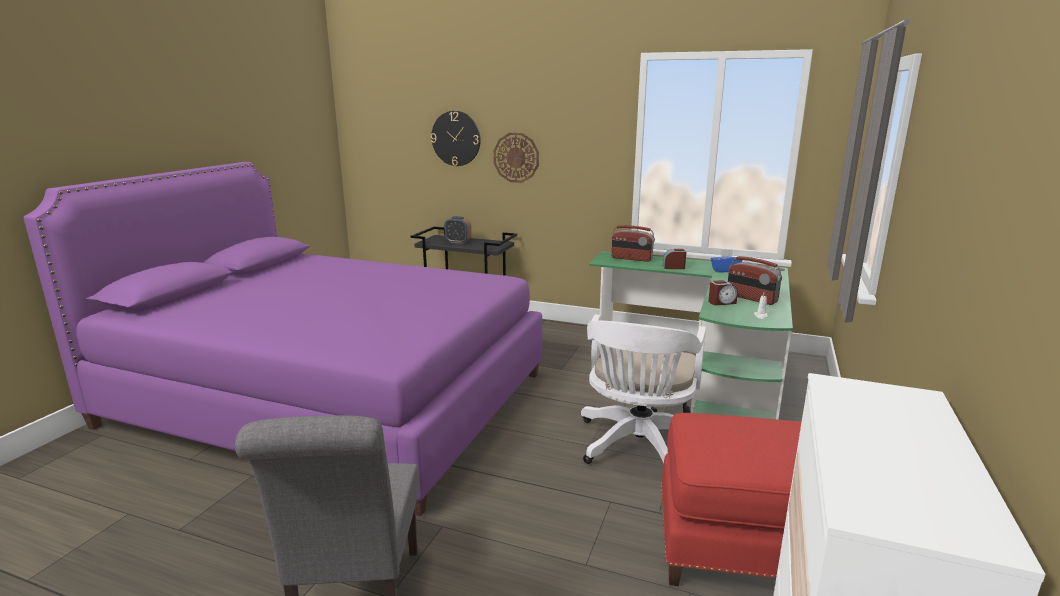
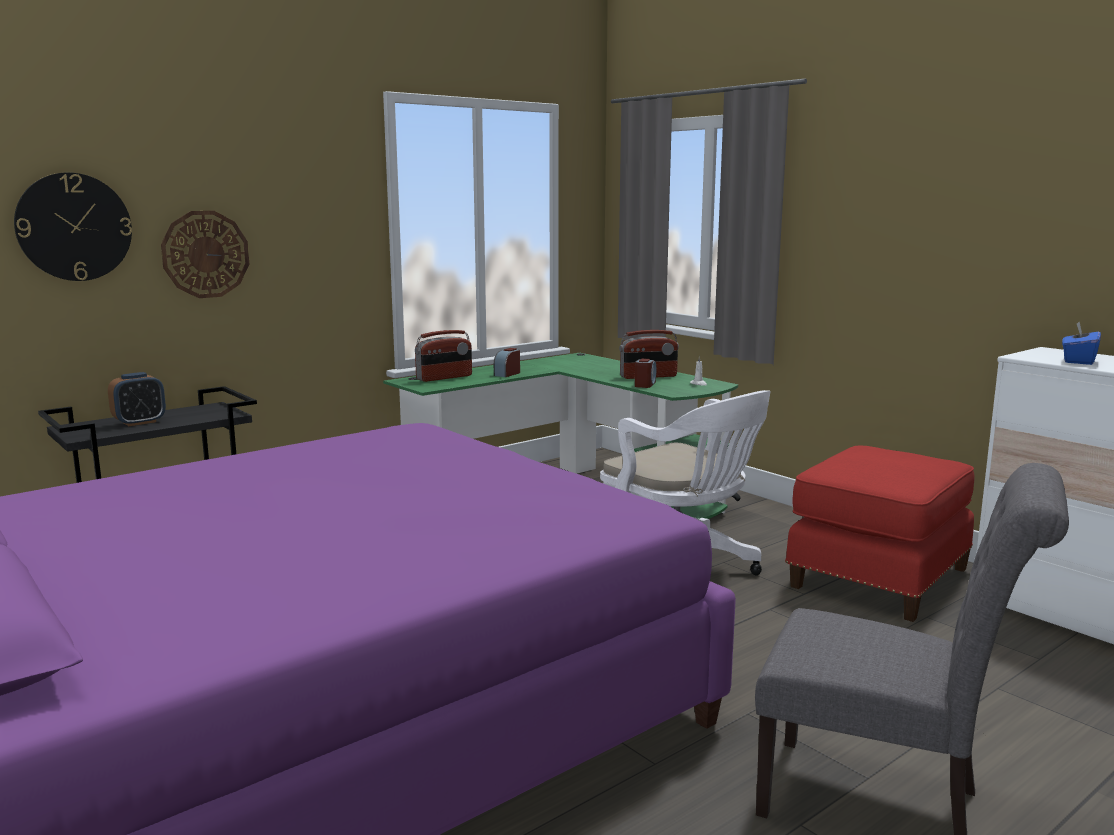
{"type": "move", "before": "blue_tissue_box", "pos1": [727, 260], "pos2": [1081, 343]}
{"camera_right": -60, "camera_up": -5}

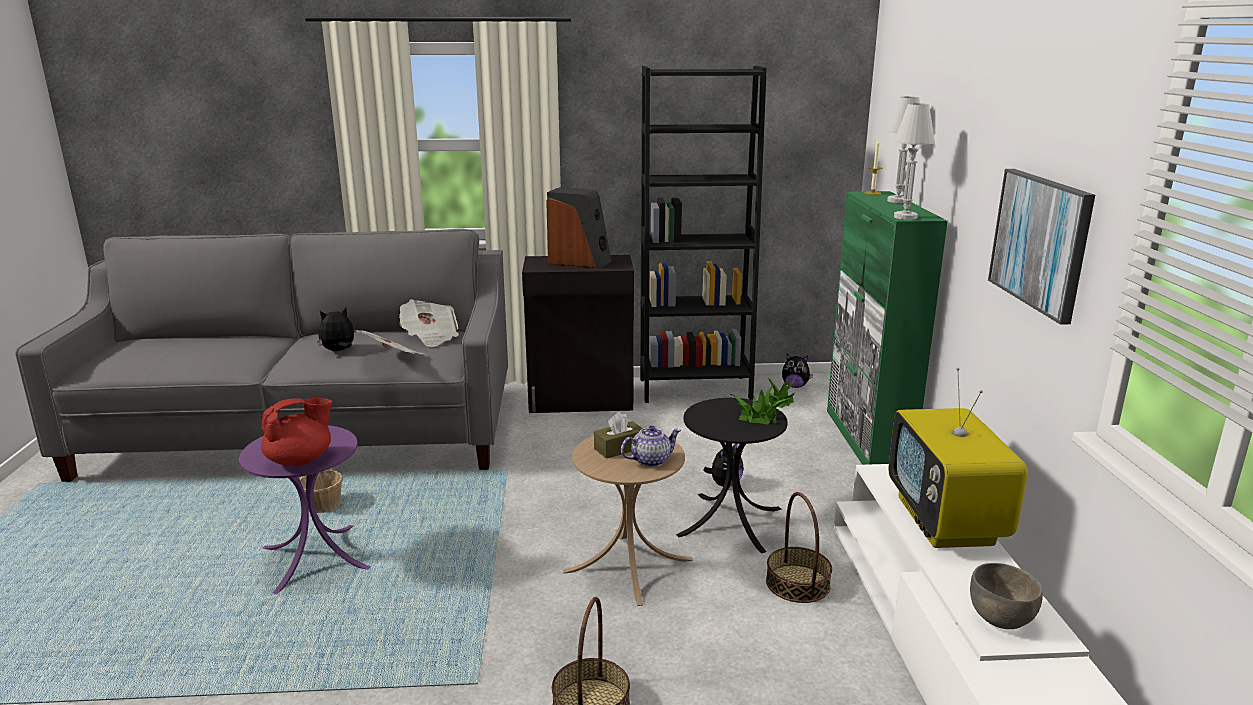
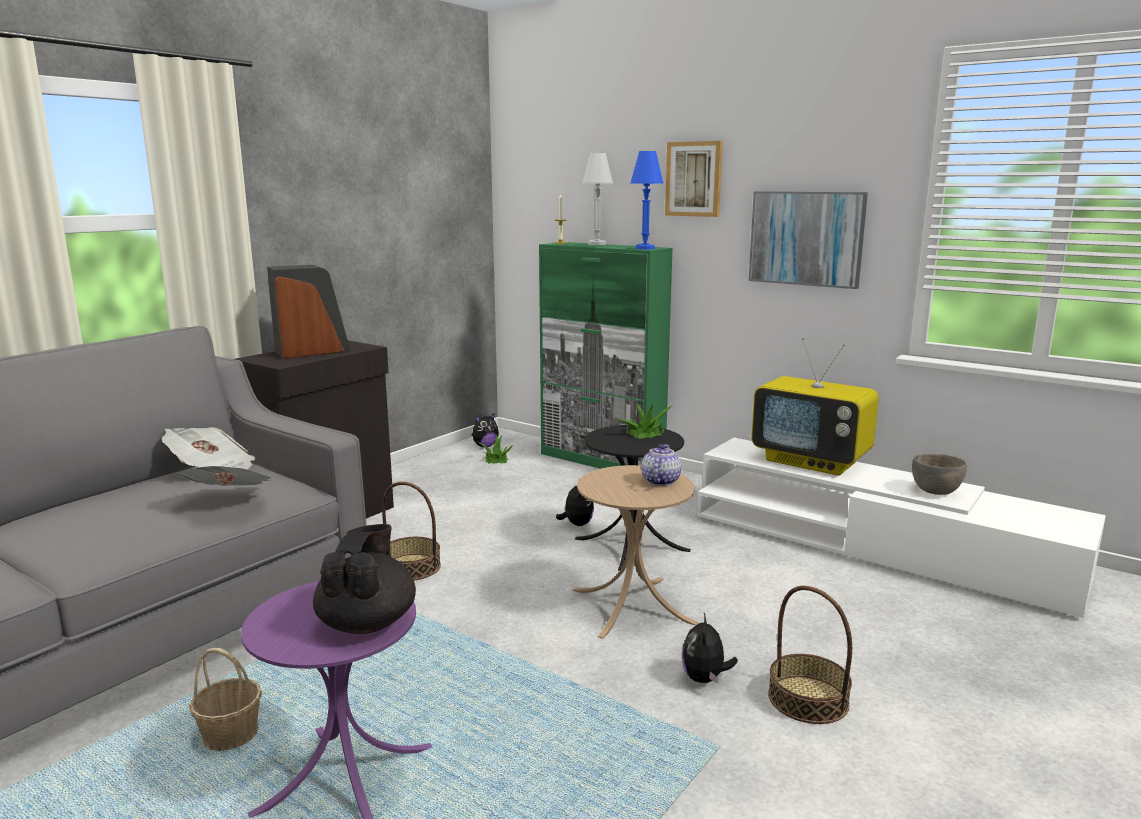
{"type": "recolor", "before": "red_teapot", "after": "black_teapot", "pos1": [296, 432], "pos2": [364, 579]}
{"type": "move", "before": "basket", "pos1": [799, 547], "pos2": [411, 531]}
{"type": "recolor", "before": "white_table_lamp", "after": "blue_table_lamp", "pos1": [914, 161], "pos2": [646, 200]}
{"type": "insert", "after": "picture", "pos2": [694, 179]}
{"type": "move", "before": "plush_toy", "pos1": [336, 329], "pos2": [709, 648]}
{"type": "delete", "before": "brown_tissue_box", "pos1": [618, 435]}
{"type": "delete", "before": "black_bookcase", "pos1": [703, 234]}
{"camera_right": -50, "camera_up": -5}

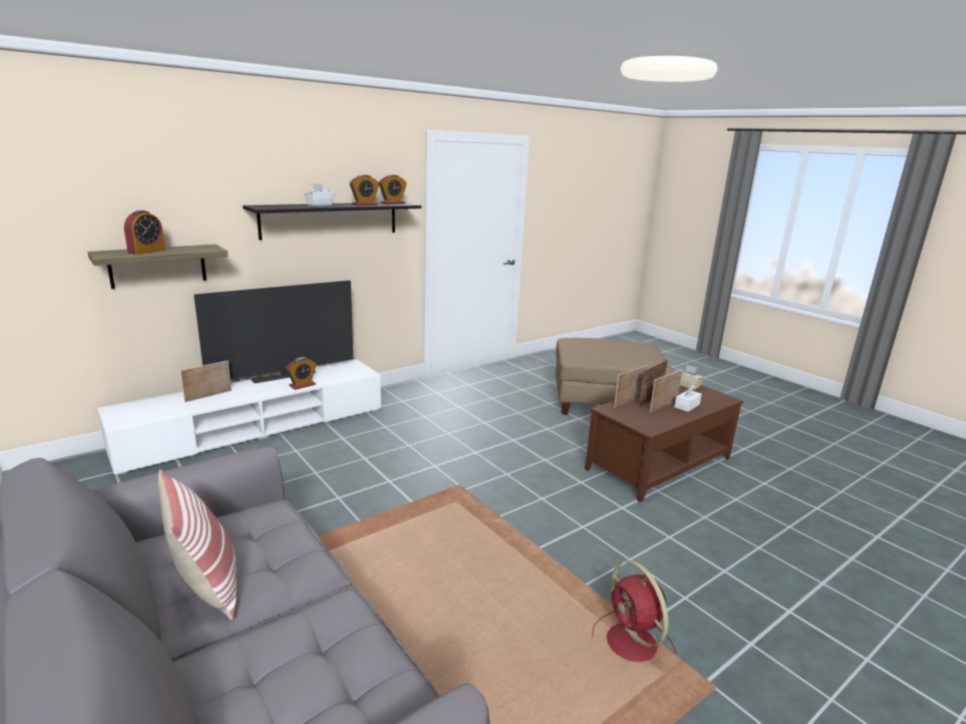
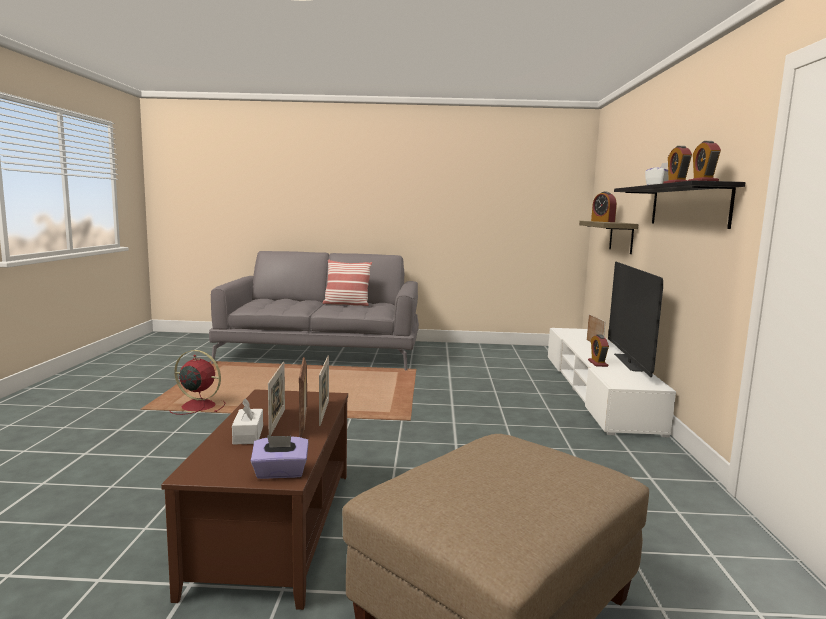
{"type": "recolor", "before": "beige_tissue_box", "after": "purple_tissue_box", "pos1": [689, 377], "pos2": [280, 457]}
{"camera_right": 130, "camera_up": -10}

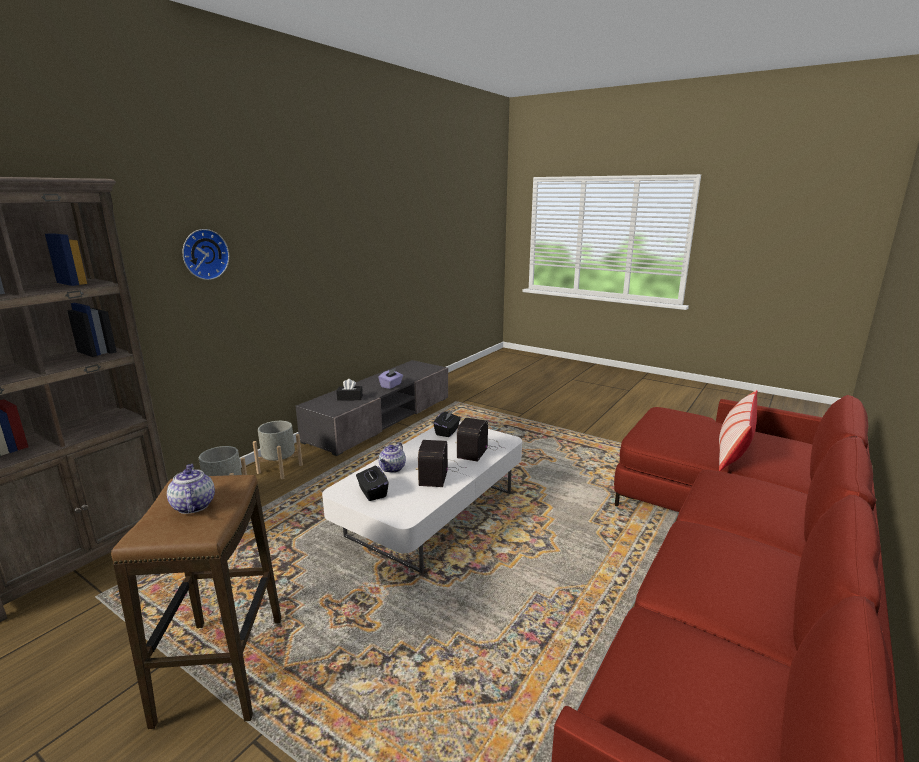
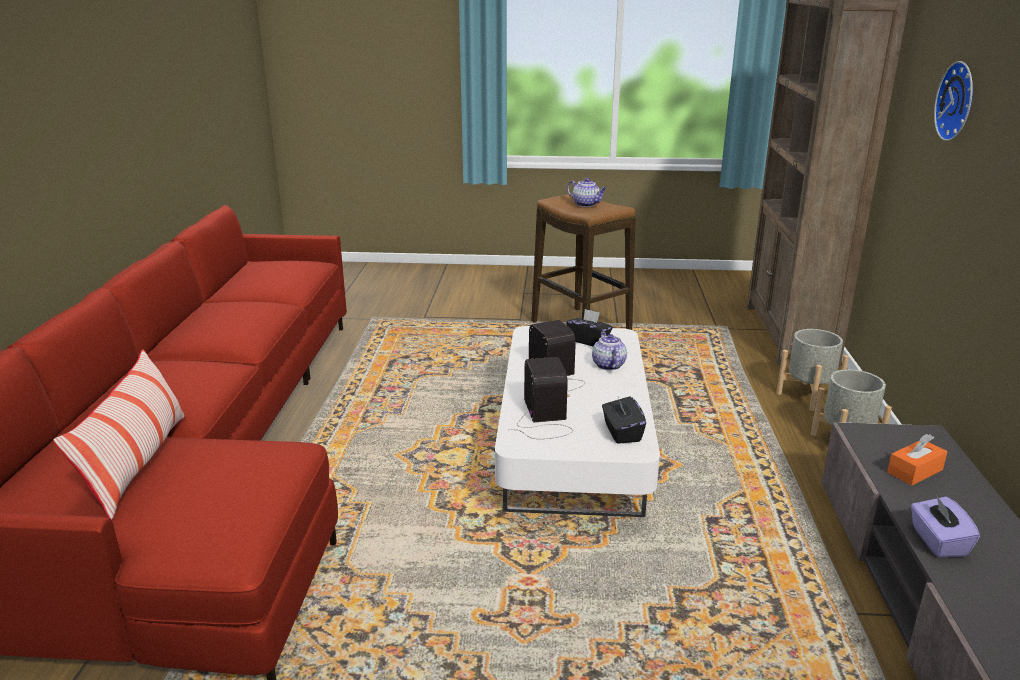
{"type": "recolor", "before": "black_tissue_box", "after": "orange_tissue_box", "pos1": [349, 390], "pos2": [917, 460]}
{"camera_right": 150, "camera_up": 5}

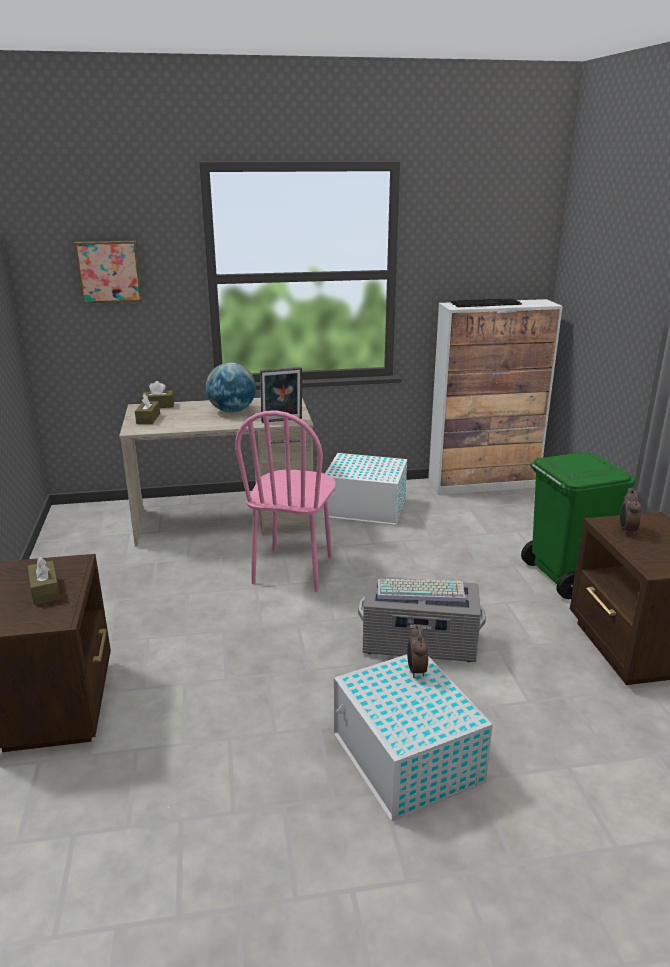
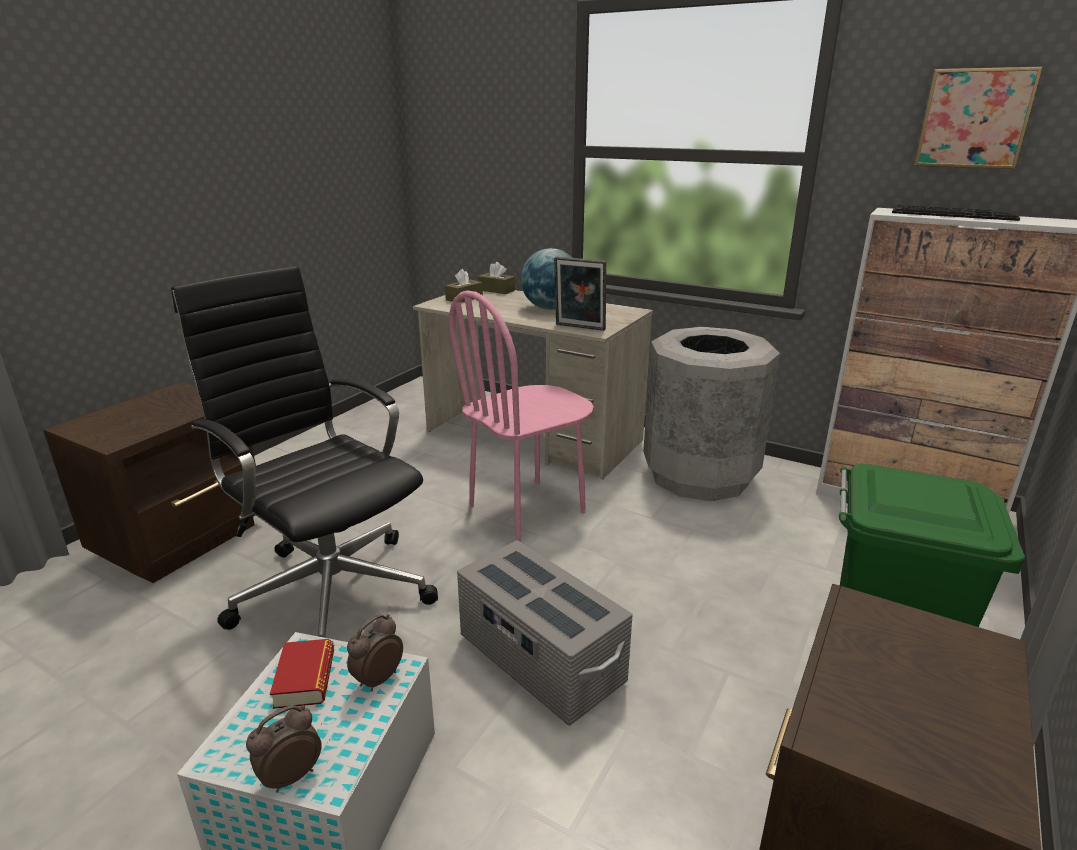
{"type": "insert", "after": "black_office_chair", "pos2": [304, 452]}
{"type": "move", "before": "alarm_clock", "pos1": [631, 512], "pos2": [284, 749]}
{"type": "insert", "after": "book", "pos2": [302, 674]}
{"type": "replace", "before": "white_storage_box", "after": "grey_trash_can", "pos1": [365, 489], "pos2": [711, 414]}
{"type": "move", "before": "picture", "pos1": [108, 272], "pos2": [978, 118]}
{"type": "delete", "before": "brown_tissue_box", "pos1": [44, 580]}
{"type": "delete", "before": "keyboard", "pos1": [422, 590]}
{"camera_right": 40, "camera_up": 0}

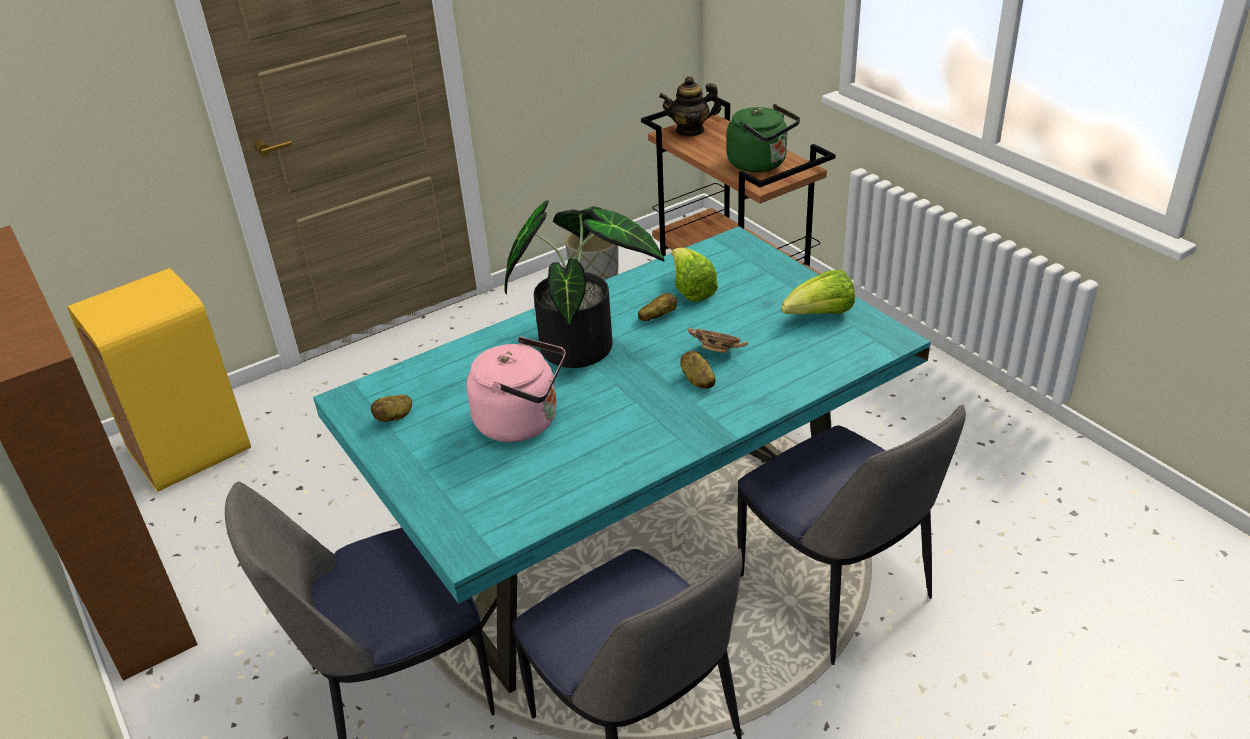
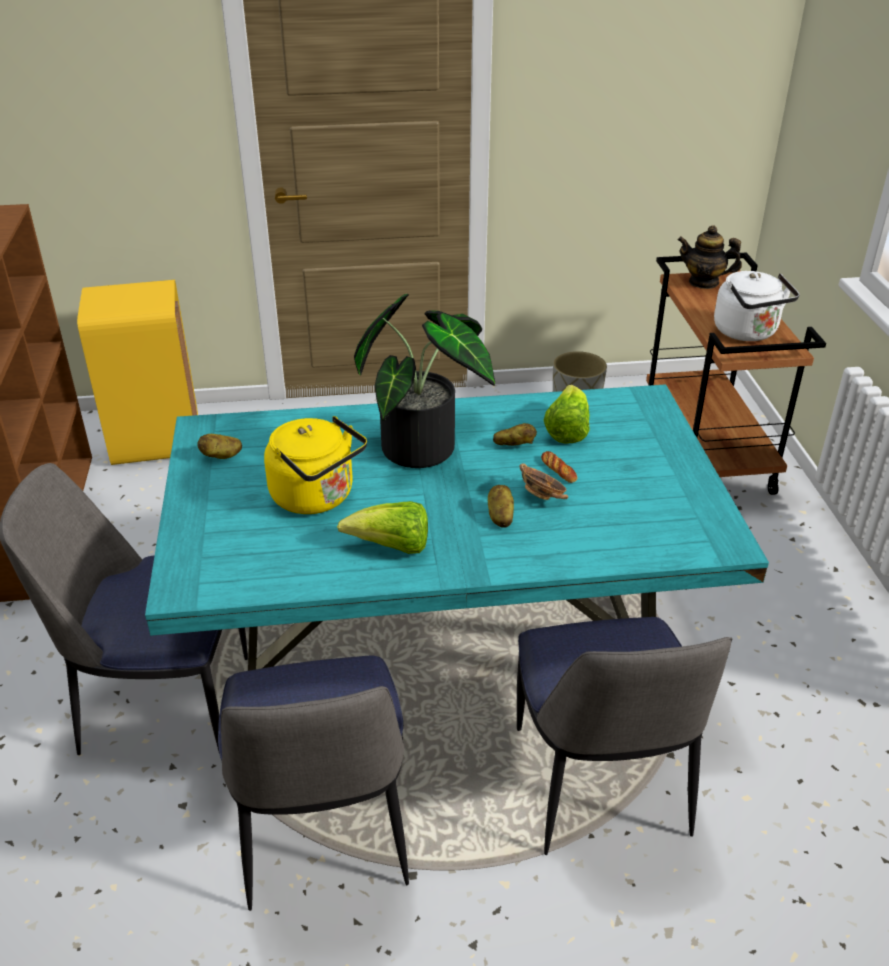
{"type": "recolor", "before": "pink_kettle", "after": "yellow_kettle", "pos1": [516, 389], "pos2": [315, 465]}
{"type": "move", "before": "lettuce", "pos1": [818, 292], "pos2": [382, 527]}
{"type": "insert", "after": "bread", "pos2": [559, 467]}
{"type": "recolor", "before": "green_kettle", "after": "white_kettle", "pos1": [763, 138], "pos2": [757, 306]}
{"camera_right": 25, "camera_up": 0}

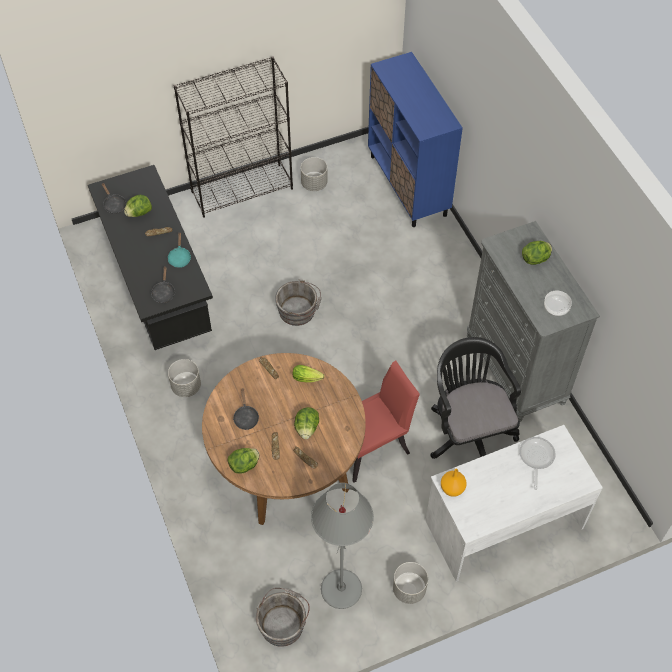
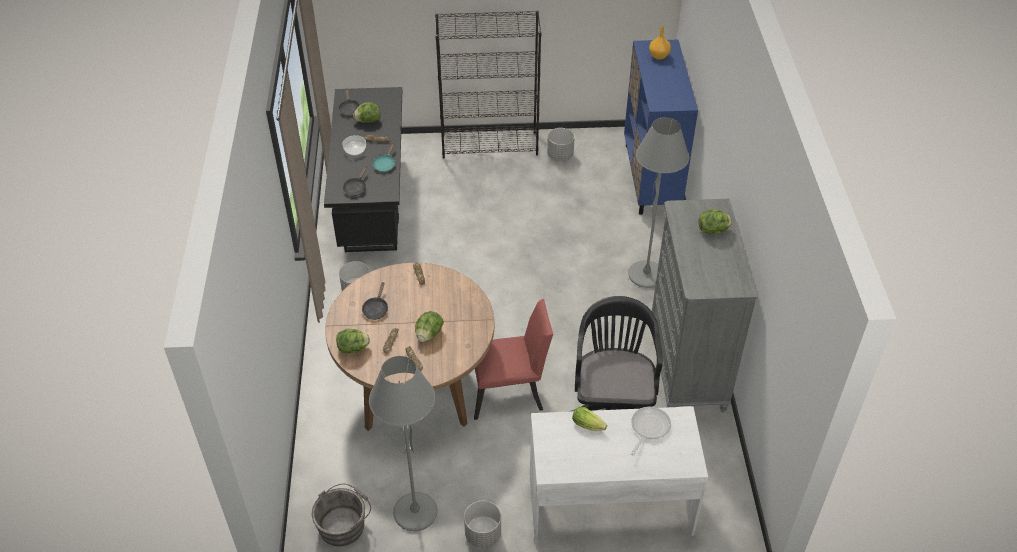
{"type": "move", "before": "bowl", "pos1": [558, 303], "pos2": [354, 145]}
{"type": "move", "before": "lettuce", "pos1": [308, 374], "pos2": [589, 419]}
{"type": "insert", "after": "grey_floor_lamp", "pos2": [658, 202]}
{"type": "move", "before": "orange_vase", "pos1": [454, 483], "pos2": [660, 43]}
{"type": "delete", "before": "grey_bucket", "pos1": [298, 302]}
{"camera_right": 20, "camera_up": -10}

